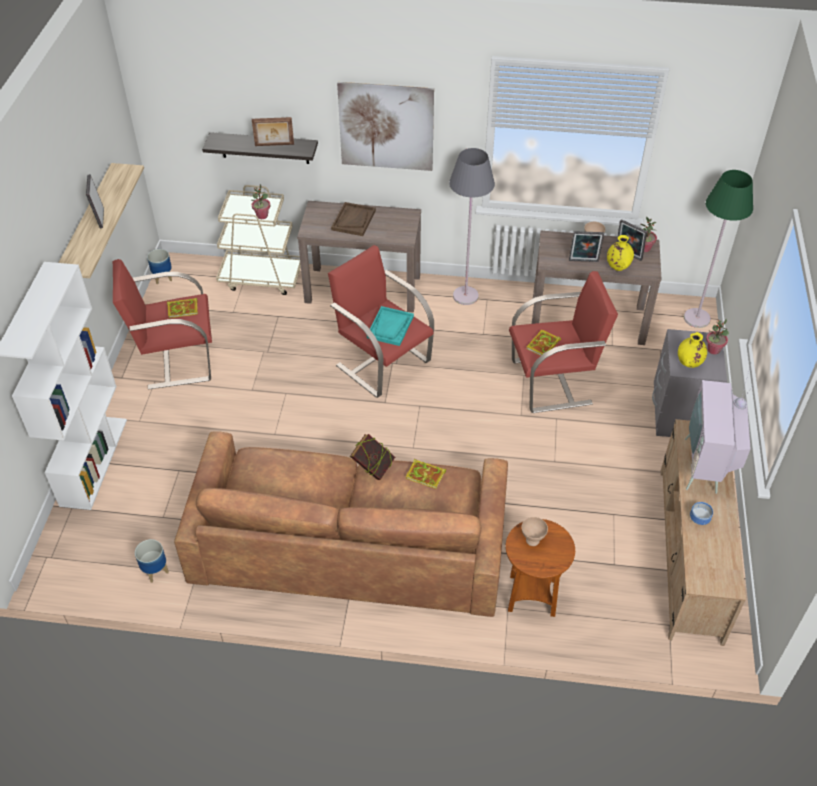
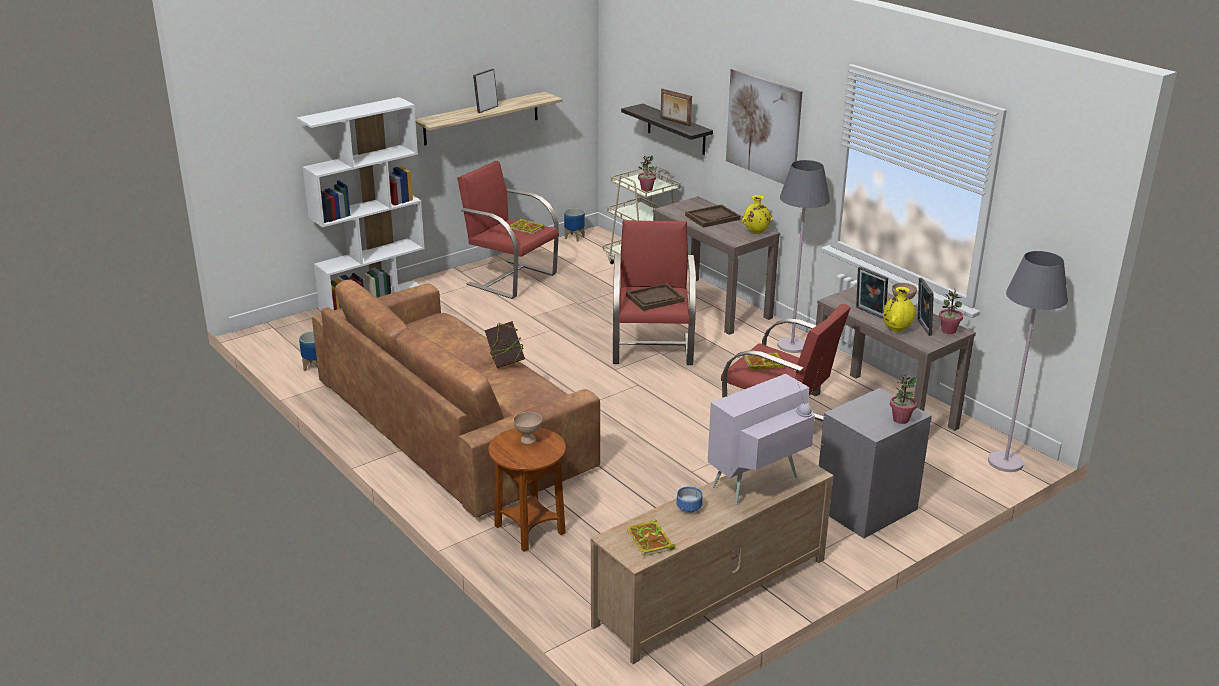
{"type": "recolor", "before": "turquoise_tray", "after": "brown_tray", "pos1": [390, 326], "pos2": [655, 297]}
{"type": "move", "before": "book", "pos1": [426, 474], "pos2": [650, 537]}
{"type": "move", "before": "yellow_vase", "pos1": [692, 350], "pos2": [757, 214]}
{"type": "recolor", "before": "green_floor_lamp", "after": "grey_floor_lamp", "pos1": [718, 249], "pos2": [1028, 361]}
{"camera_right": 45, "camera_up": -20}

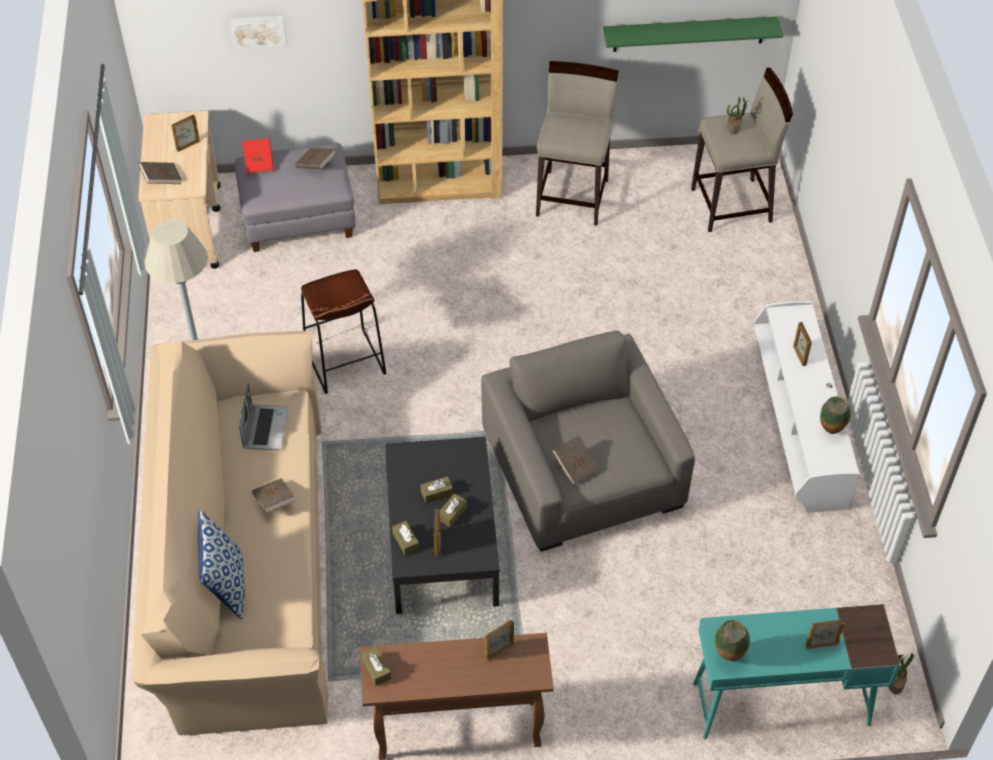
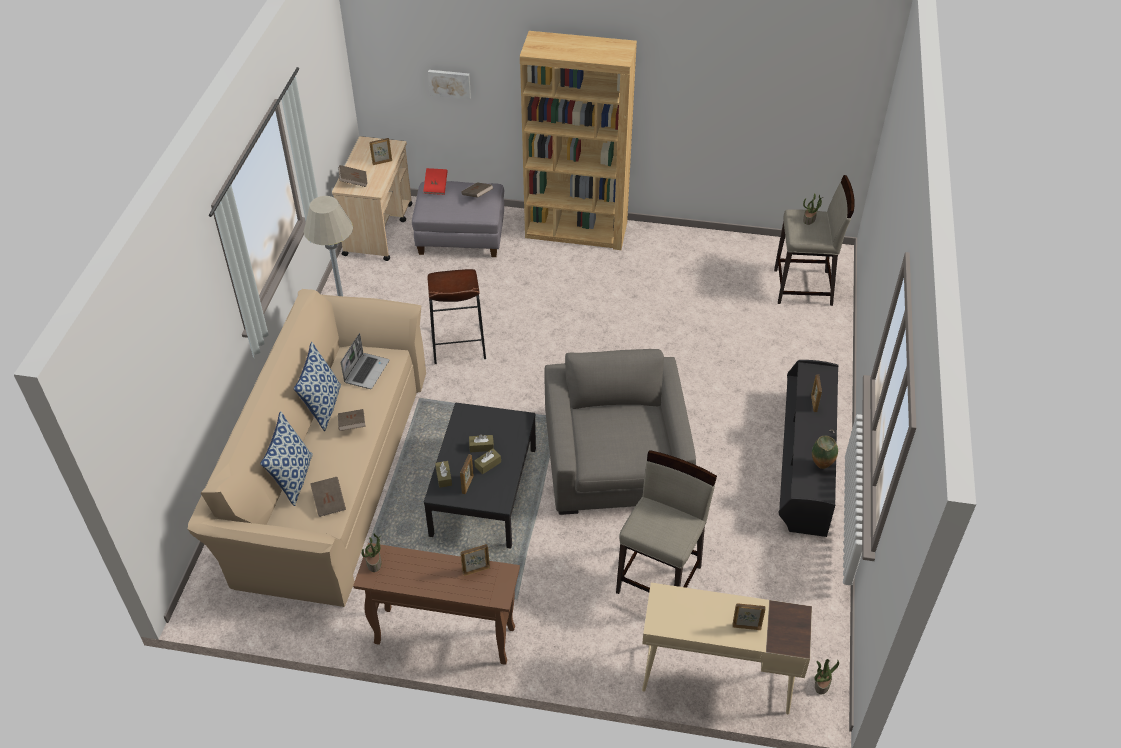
{"type": "insert", "after": "pillow", "pos2": [317, 386]}
{"type": "move", "before": "brown_book", "pos1": [575, 460], "pos2": [328, 497]}
{"type": "replace", "before": "brown_tissue_box", "after": "potted_plant", "pos1": [376, 666], "pos2": [372, 552]}
{"type": "move", "before": "beige_stool", "pos1": [577, 143], "pos2": [666, 522]}
{"type": "recolor", "before": "turquoise_desk", "after": "beige_desk", "pos1": [797, 671], "pos2": [727, 648]}
{"type": "recolor", "before": "white_tv_stand", "after": "black_tv_stand", "pos1": [806, 407], "pos2": [809, 448]}
{"type": "delete", "before": "green_shelf", "pos1": [693, 34]}
{"type": "delete", "before": "vase", "pos1": [732, 640]}
{"camera_right": 15, "camera_up": -5}

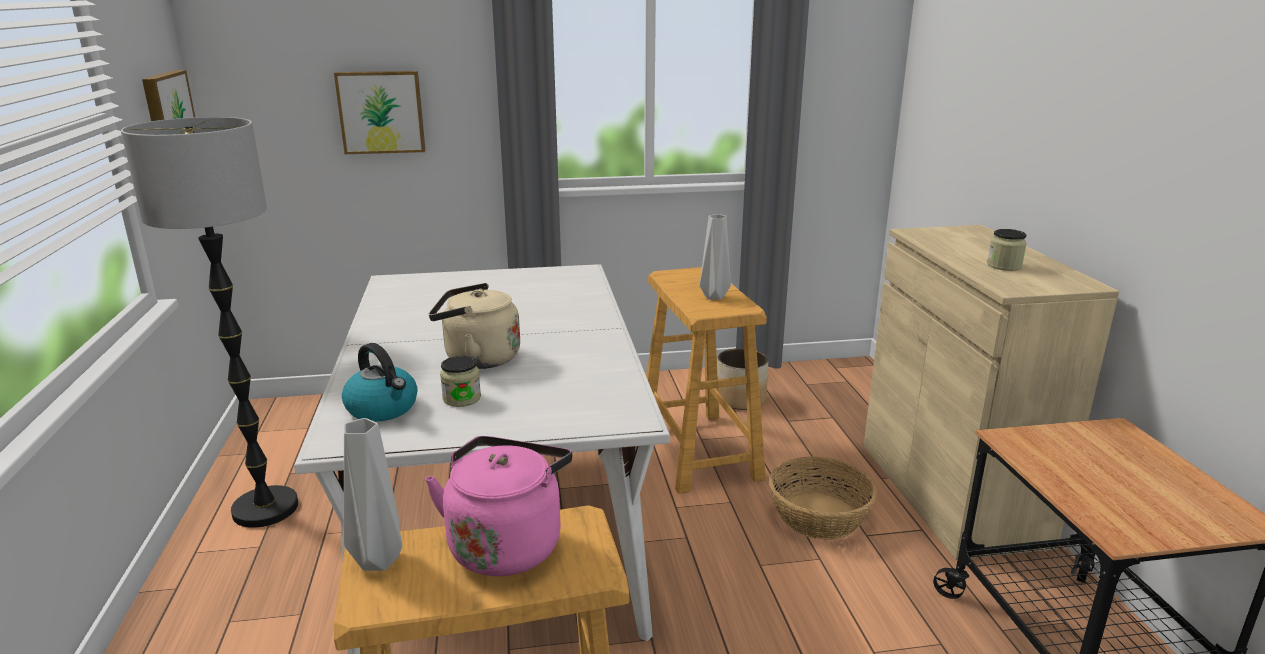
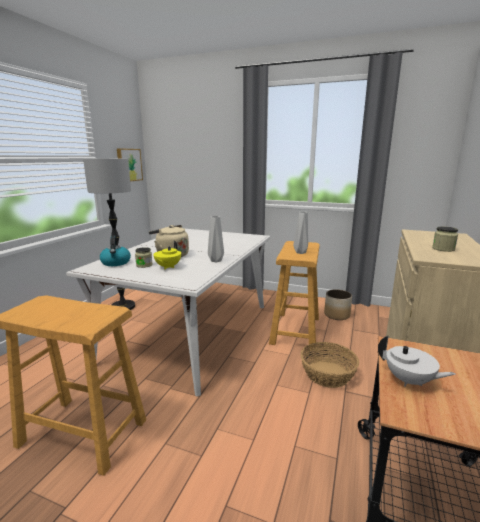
{"type": "insert", "after": "yellow_teapot", "pos2": [167, 255]}
{"type": "move", "before": "grey_vase", "pos1": [373, 494], "pos2": [216, 239]}
{"type": "insert", "after": "white_teapot", "pos2": [417, 361]}
{"type": "delete", "before": "picture", "pos1": [379, 112]}
{"type": "delete", "before": "pink_kettle", "pos1": [498, 506]}
{"camera_right": 30, "camera_up": -5}

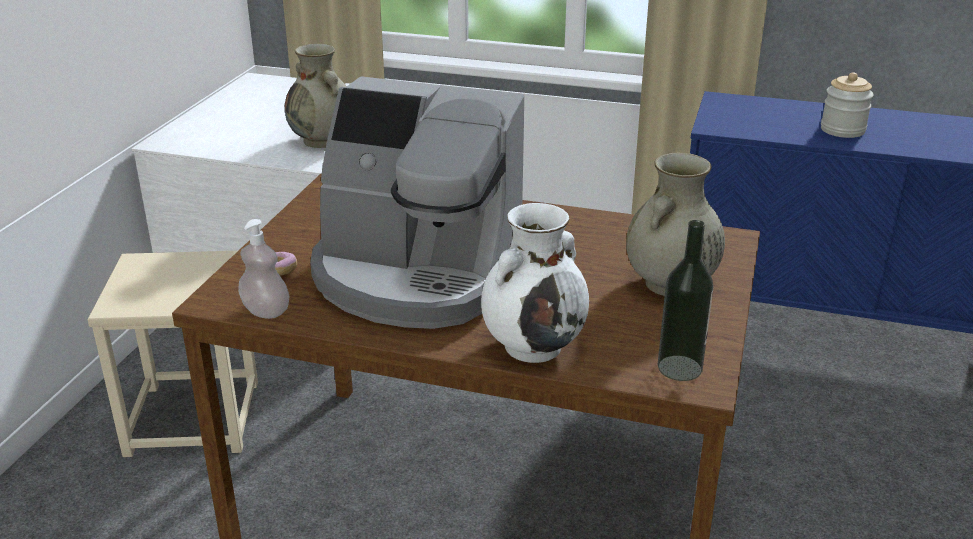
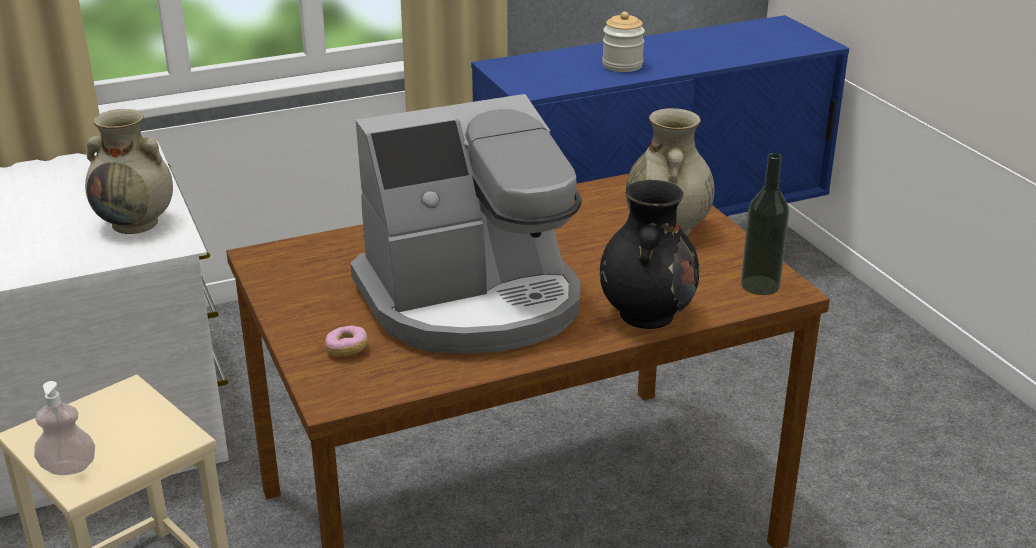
{"type": "move", "before": "soap_dispenser", "pos1": [264, 269], "pos2": [64, 428]}
{"type": "recolor", "before": "white_vase", "after": "black_vase", "pos1": [535, 283], "pos2": [649, 254]}
{"camera_right": -40, "camera_up": 0}

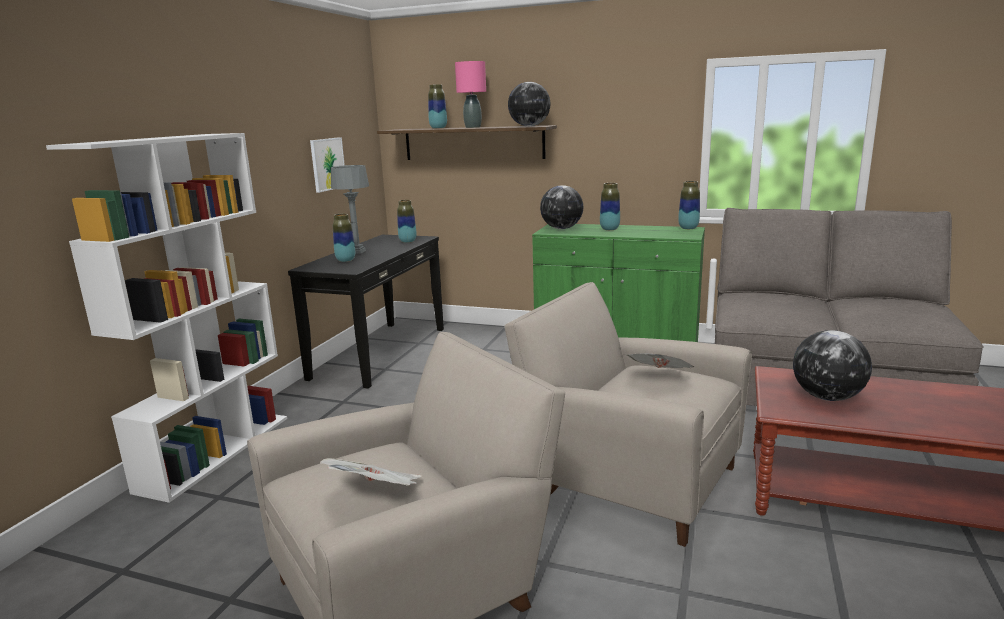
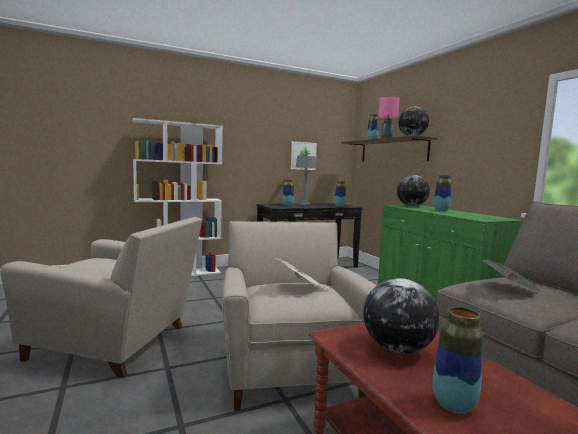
{"type": "move", "before": "vase", "pos1": [689, 205], "pos2": [458, 360]}
{"type": "move", "before": "newspaper", "pos1": [370, 472], "pos2": [512, 275]}
{"camera_right": 45, "camera_up": -10}

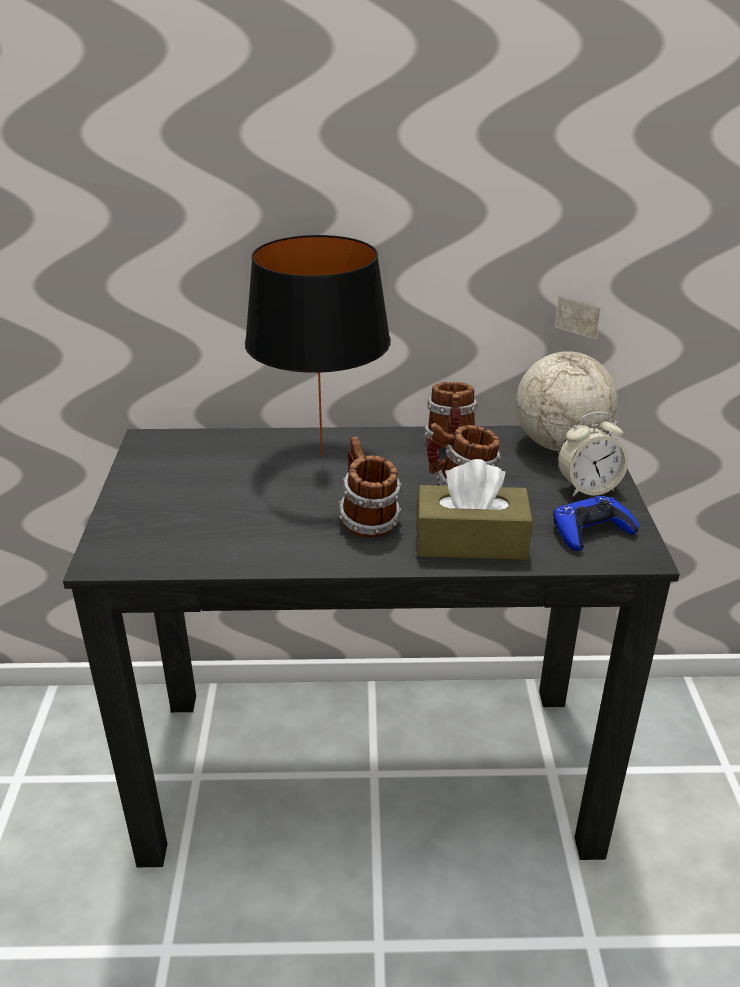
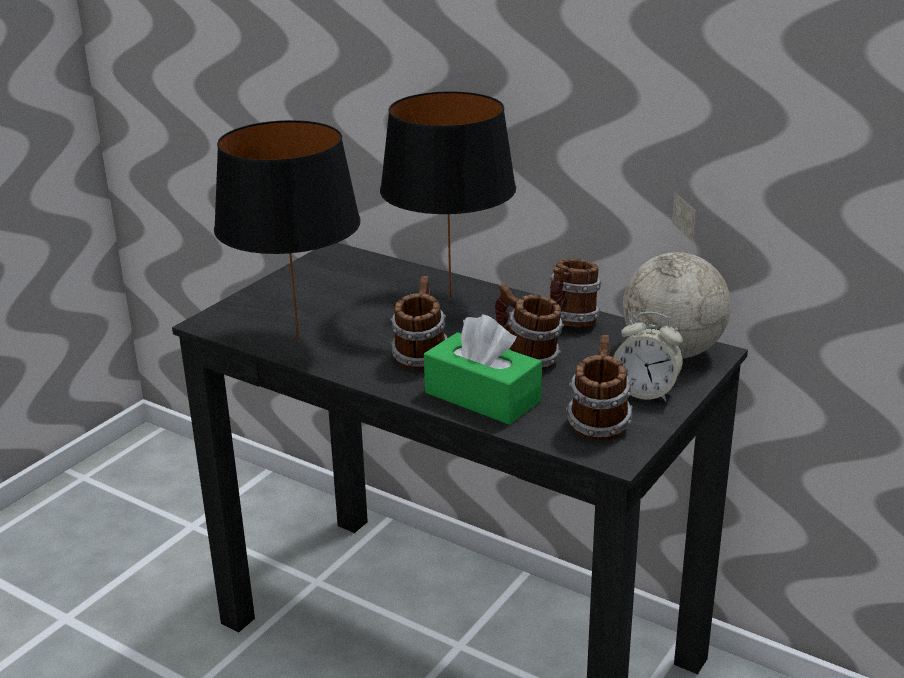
{"type": "insert", "after": "black_table_lamp", "pos2": [287, 230]}
{"type": "recolor", "before": "brown_tissue_box", "after": "green_tissue_box", "pos1": [474, 509], "pos2": [483, 370]}
{"type": "replace", "before": "blue_game_controller", "after": "mug", "pos1": [596, 523], "pos2": [599, 388]}
{"camera_right": 35, "camera_up": -5}

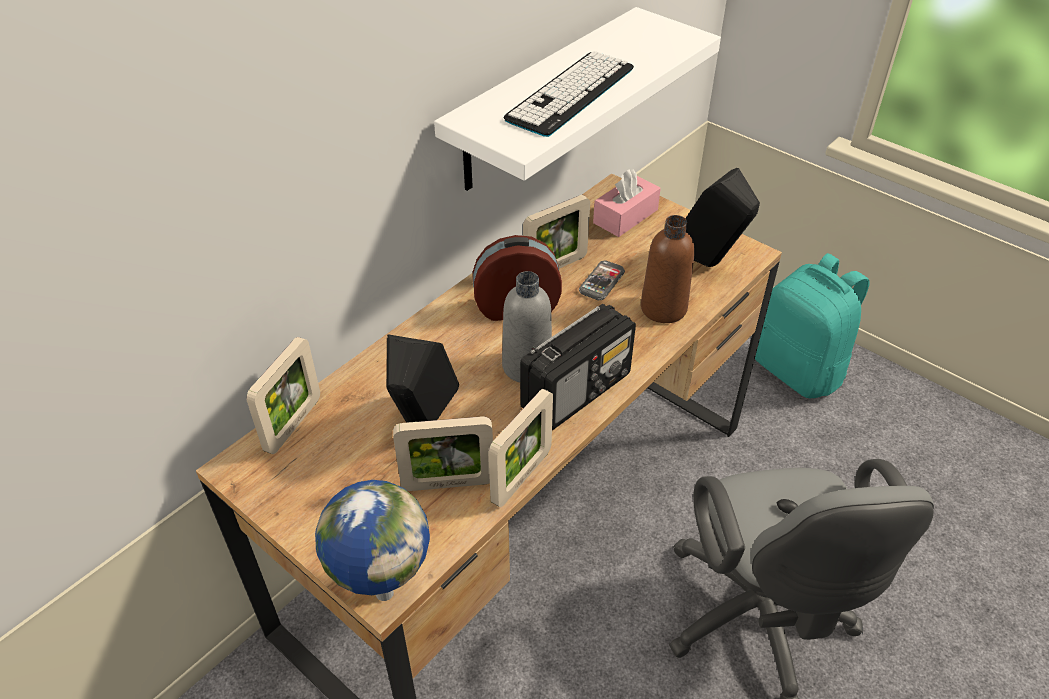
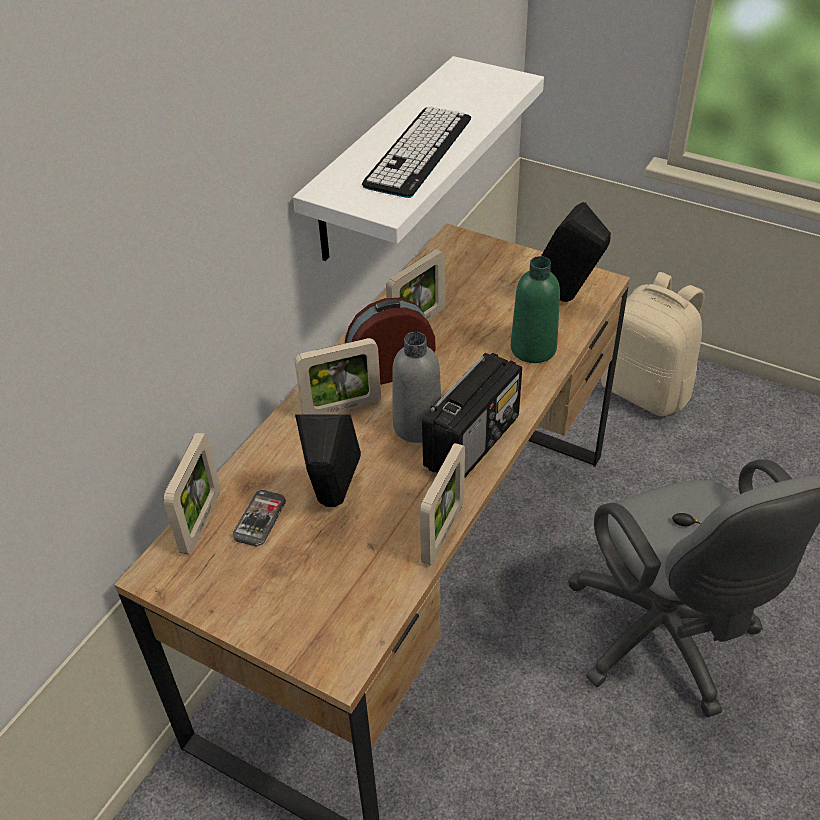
{"type": "move", "before": "phone", "pos1": [602, 280], "pos2": [259, 518]}
{"type": "move", "before": "picture_frame", "pos1": [443, 453], "pos2": [337, 376]}
{"type": "recolor", "before": "brown_bottle", "after": "green_bottle", "pos1": [668, 269], "pos2": [535, 309]}
{"type": "recolor", "before": "turquoise_backpack", "after": "beige_backpack", "pos1": [812, 325], "pos2": [653, 344]}
{"type": "delete", "before": "globe", "pos1": [372, 540]}
{"type": "delete", "before": "pink_tissue_box", "pos1": [627, 203]}
{"camera_right": -10, "camera_up": 0}

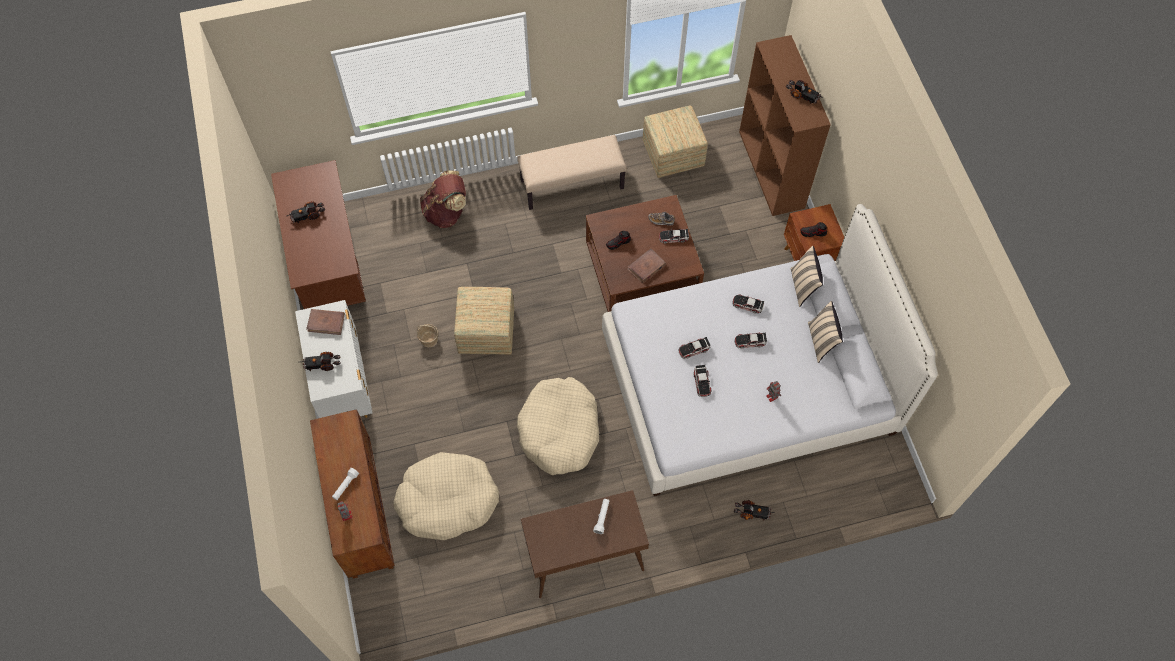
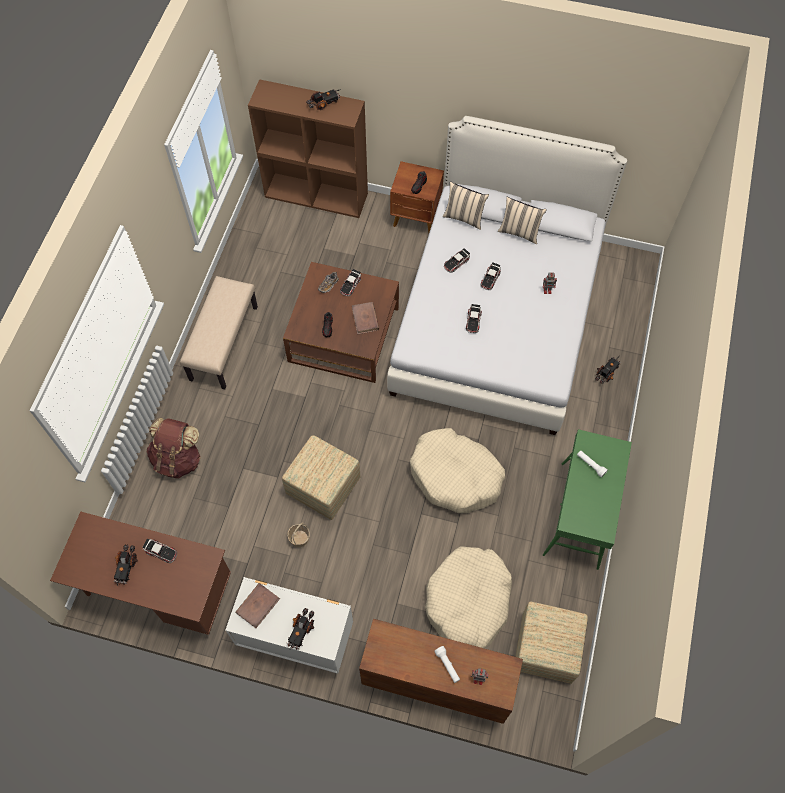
{"type": "move", "before": "toy_car", "pos1": [702, 381], "pos2": [159, 551]}
{"type": "move", "before": "ottoman", "pos1": [675, 142], "pos2": [551, 642]}
{"type": "recolor", "before": "brown_console_table", "after": "green_console_table", "pos1": [585, 544], "pos2": [587, 499]}
{"camera_right": -60, "camera_up": 0}

